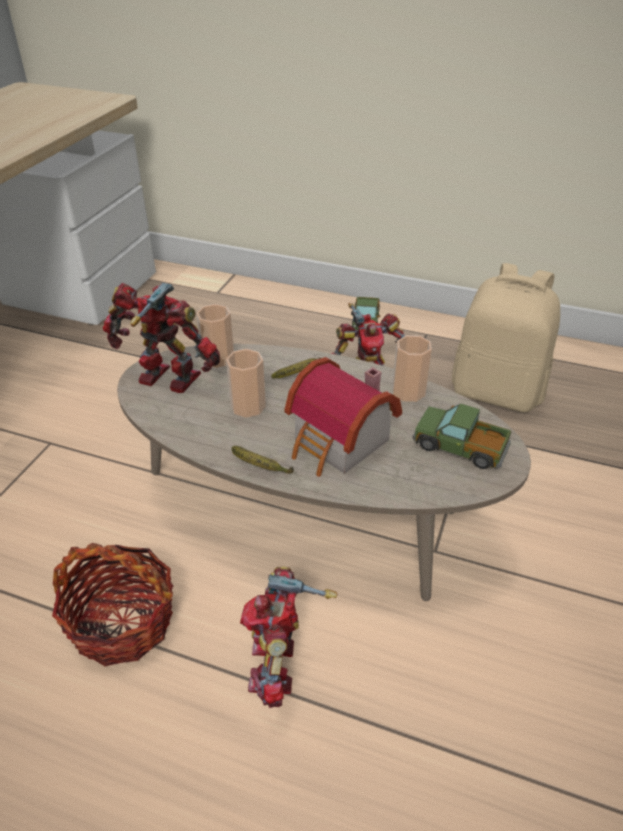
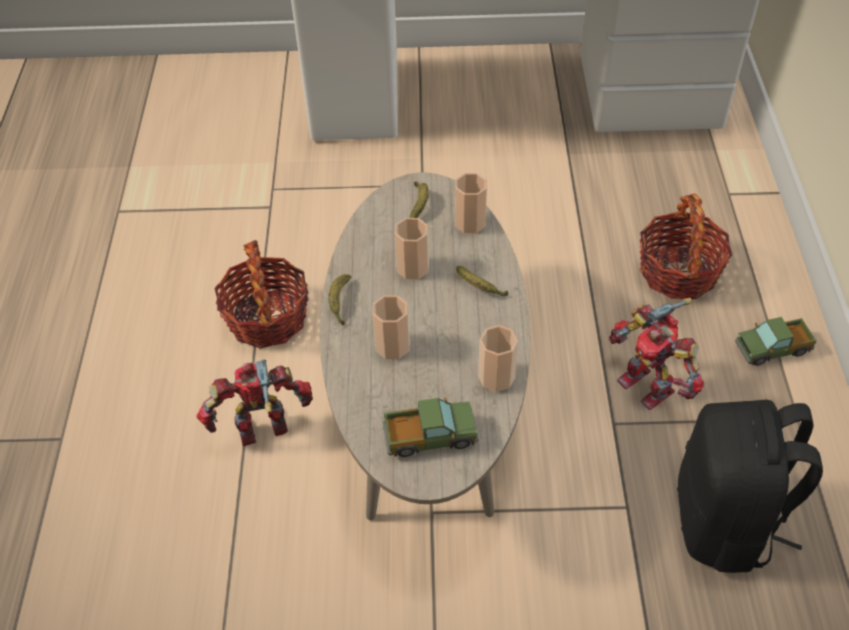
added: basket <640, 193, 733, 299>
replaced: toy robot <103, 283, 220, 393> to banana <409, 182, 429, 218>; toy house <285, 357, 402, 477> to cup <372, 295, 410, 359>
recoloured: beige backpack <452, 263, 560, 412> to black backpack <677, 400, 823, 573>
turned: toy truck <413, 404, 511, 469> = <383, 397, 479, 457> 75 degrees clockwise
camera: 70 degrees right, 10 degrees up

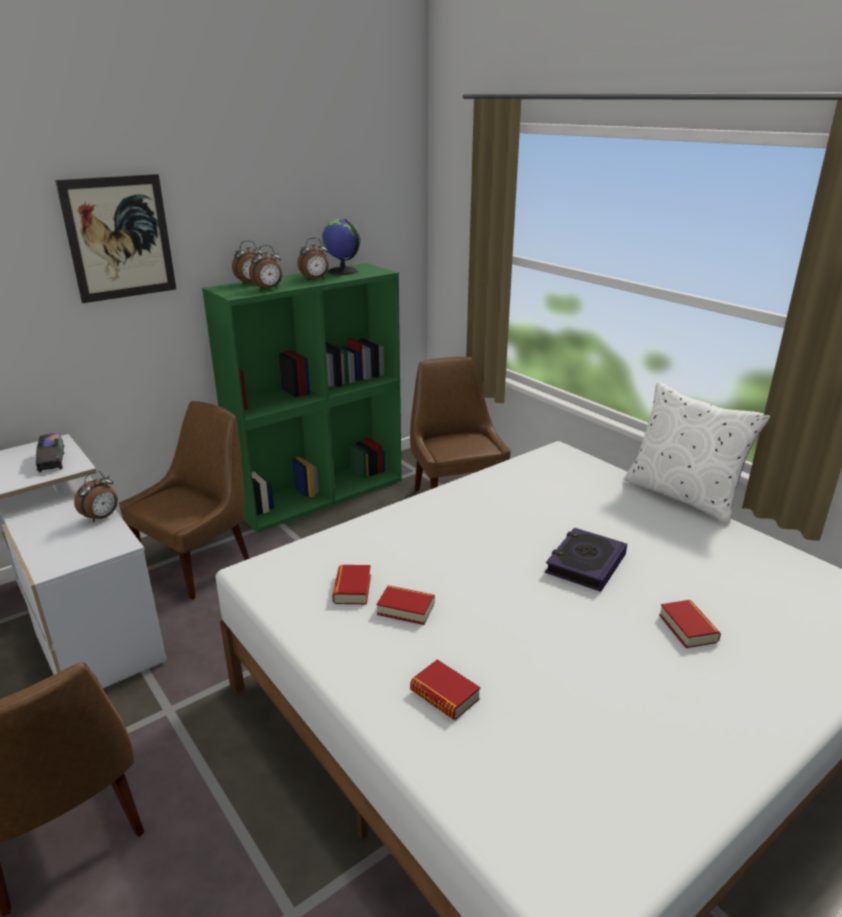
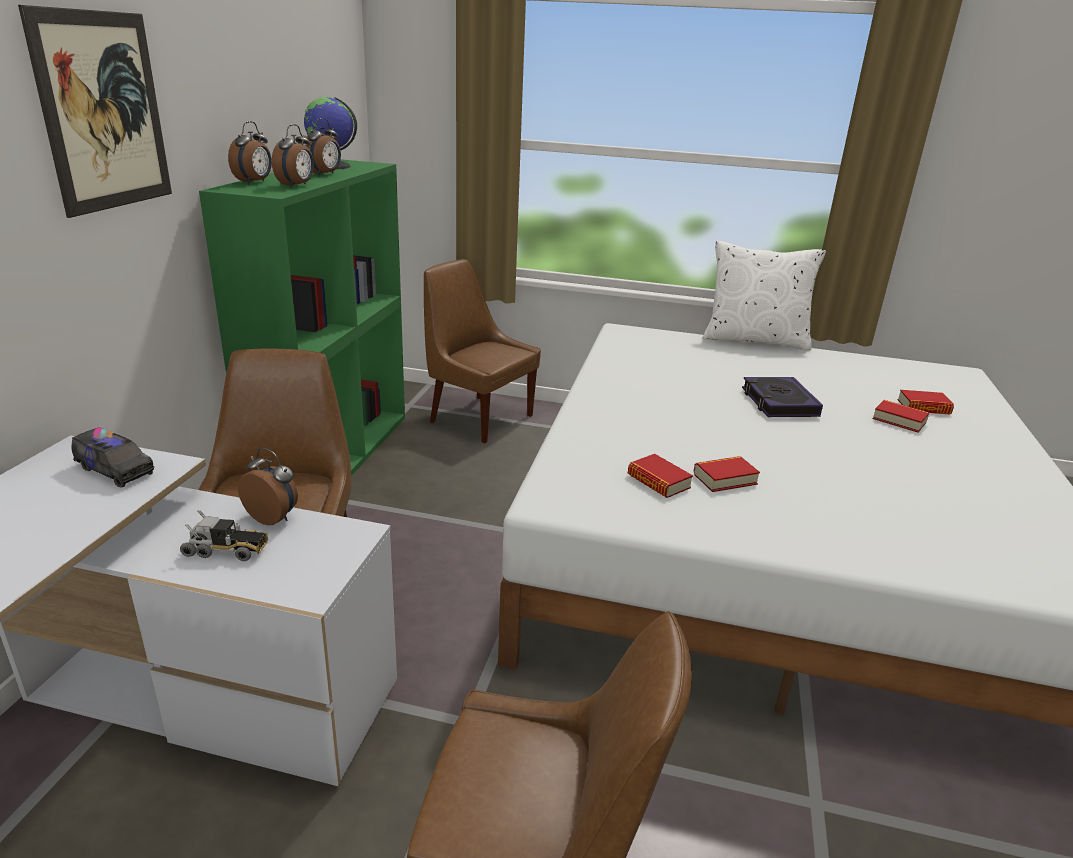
added: toy truck <180, 510, 268, 561>
moved: book <410, 659, 480, 720> to <898, 390, 954, 414>
turned: alarm clock <74, 471, 118, 523> = <238, 448, 298, 525> 60 degrees counterclockwise
camera: 40 degrees left, 0 degrees up

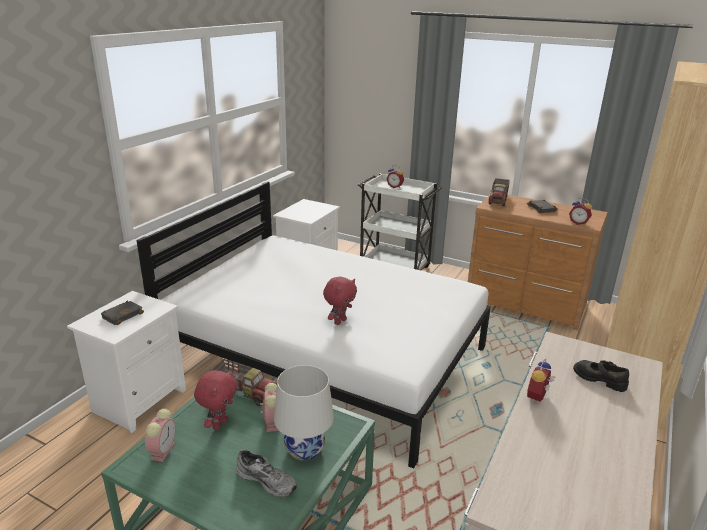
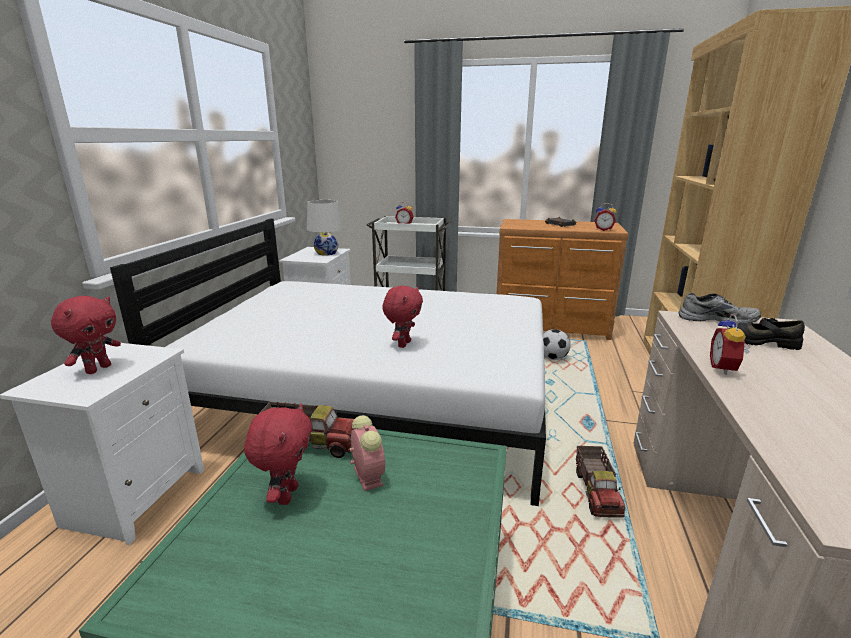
removed: alarm clock <145, 409, 176, 462>
added: football <543, 329, 571, 360>
moved: toy truck <489, 178, 510, 206> to <576, 446, 625, 518>; white table lamp <274, 365, 334, 461> to <307, 200, 343, 255>; grey shoe <236, 450, 297, 497> to <678, 293, 761, 324>
replaced: black book <101, 301, 144, 325> to red plush toy <51, 296, 121, 374>
camera: 15 degrees left, 5 degrees down

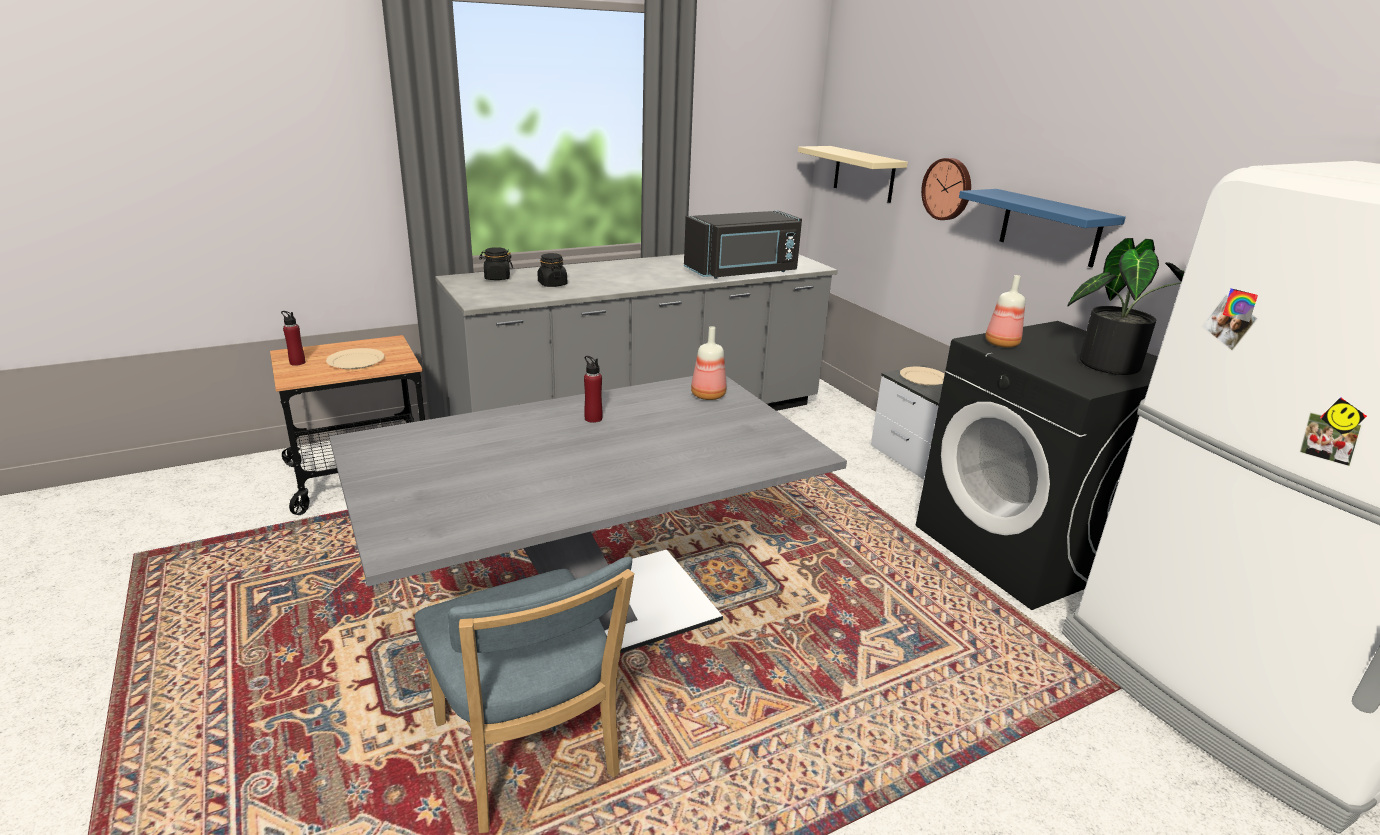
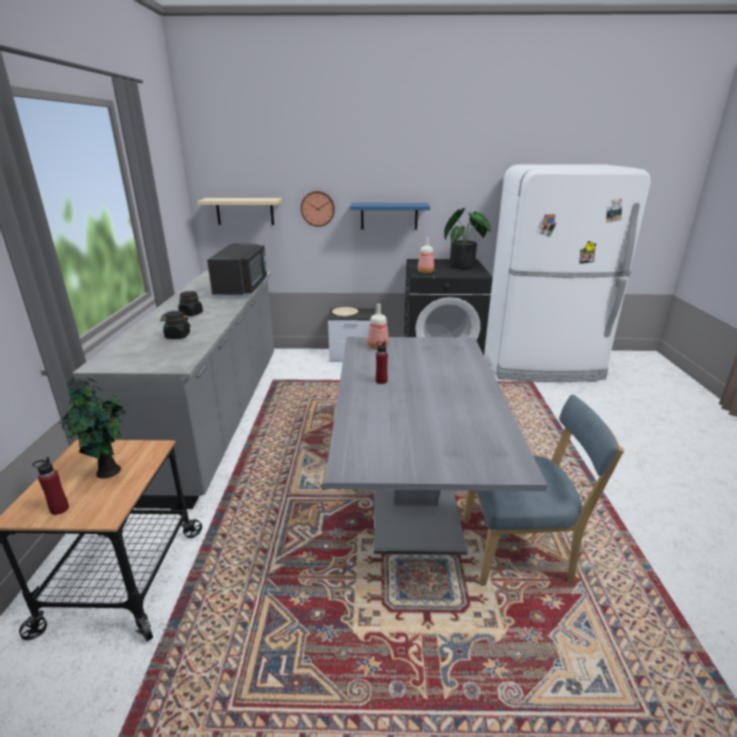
moved: black jar <479, 247, 513, 280> to <178, 291, 203, 316>
replaced: beige plate <326, 348, 385, 369> to potted plant <60, 377, 127, 479>
camera: 60 degrees left, 0 degrees up

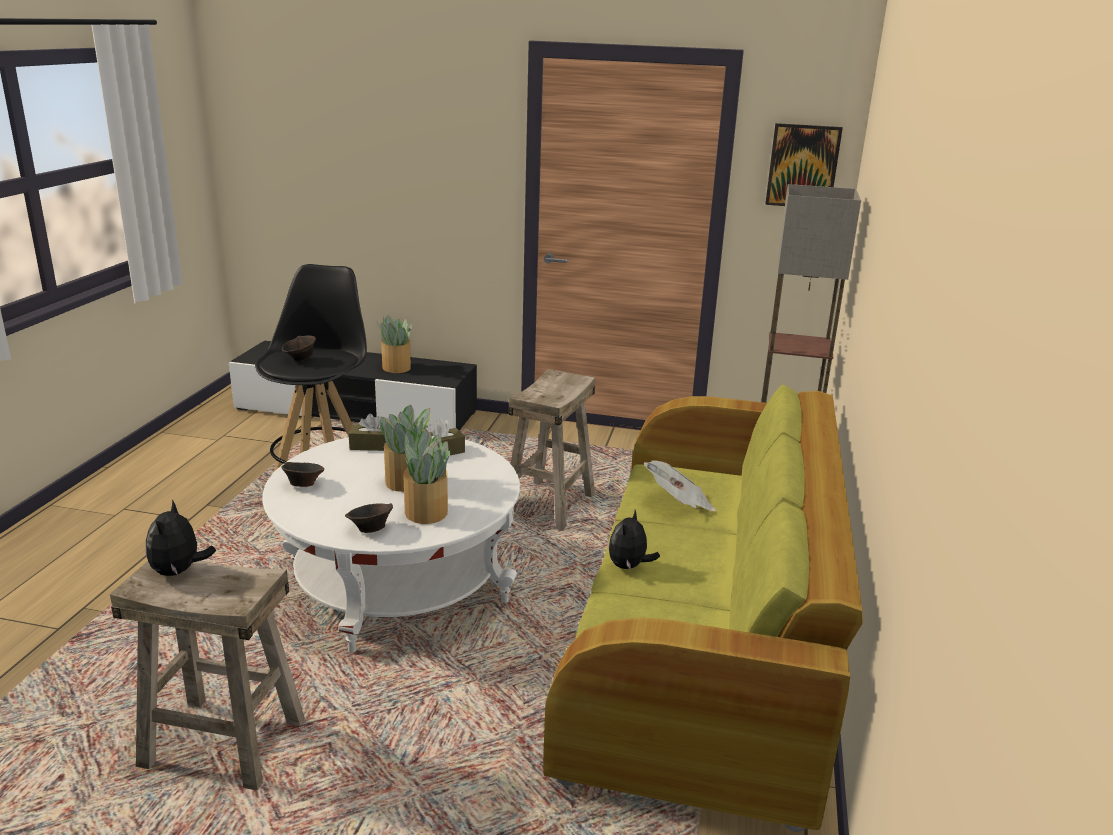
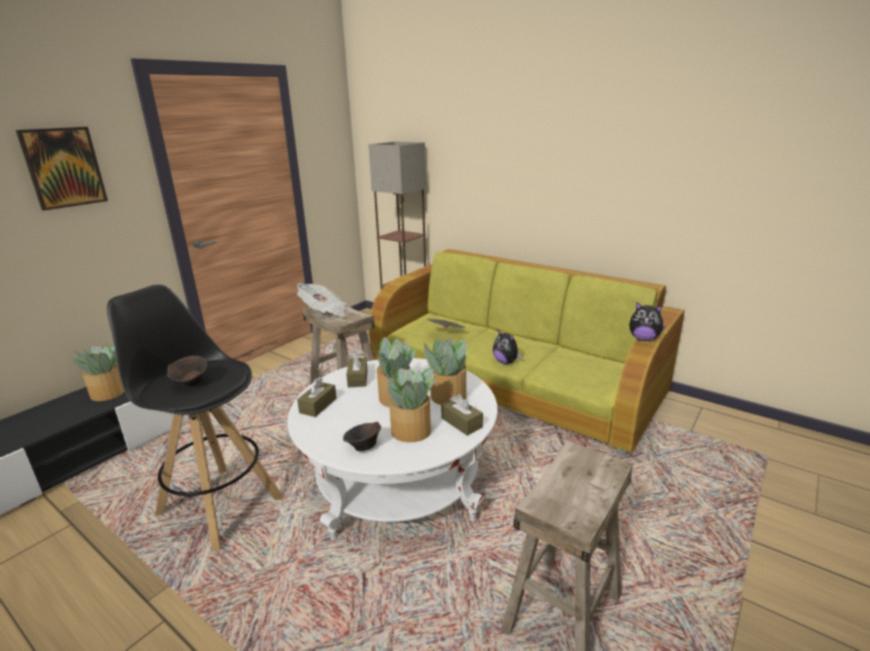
added: newspaper <297, 283, 347, 317>; potted plant <386, 368, 437, 442>
moved: picture <765, 123, 843, 206> to <16, 127, 108, 211>; plush toy <146, 500, 216, 576> to <629, 302, 666, 341>
replaced: brown bowl <345, 503, 393, 533> to brown tissue box <441, 394, 483, 436>
camera: 65 degrees left, 0 degrees up

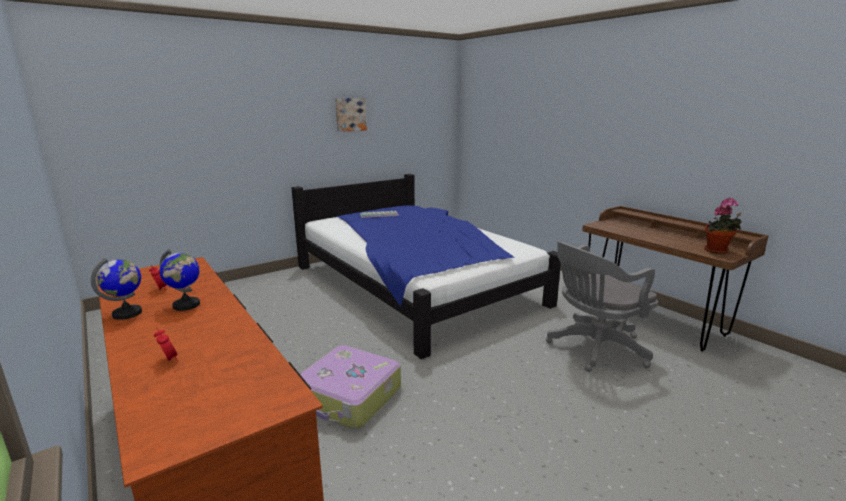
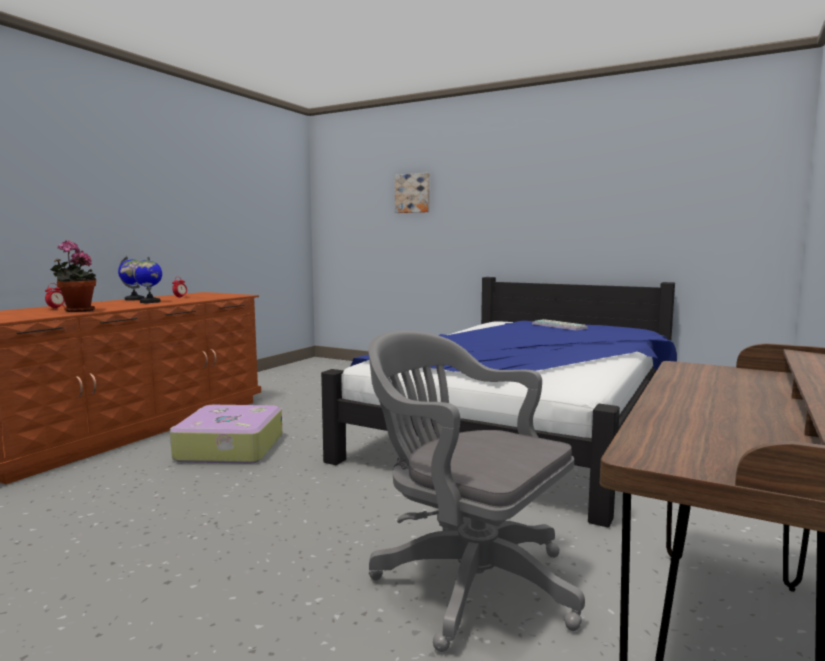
moved: picture <335, 98, 367, 132> to <395, 173, 430, 213>; potted plant <704, 198, 742, 254> to <50, 240, 96, 312>
camera: 65 degrees right, 10 degrees down

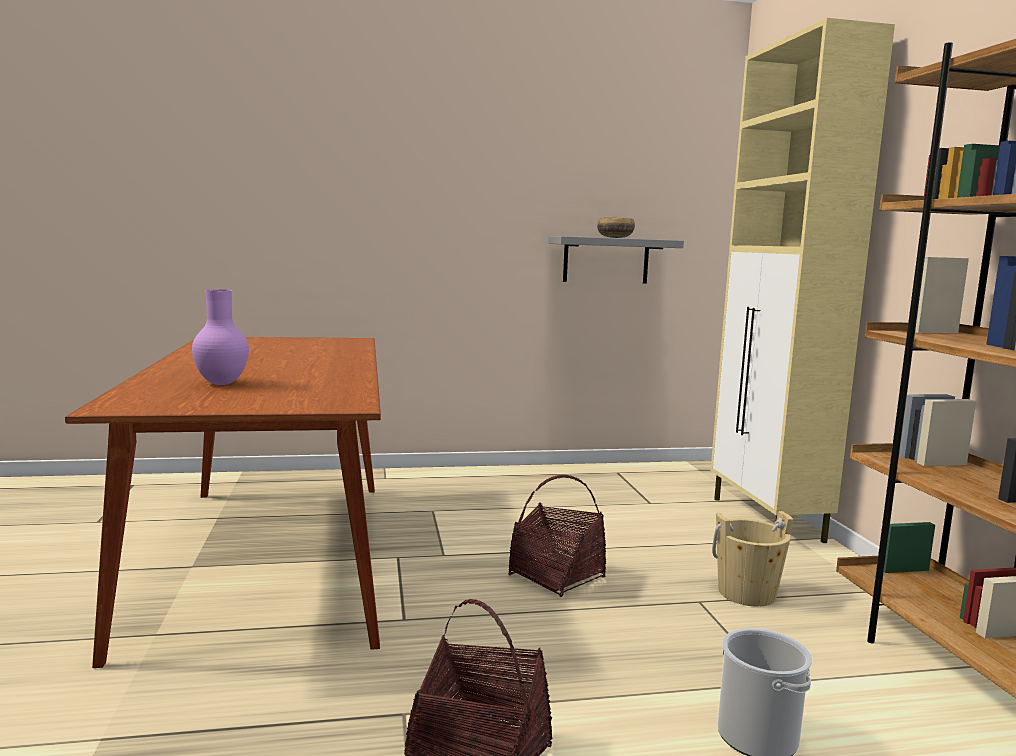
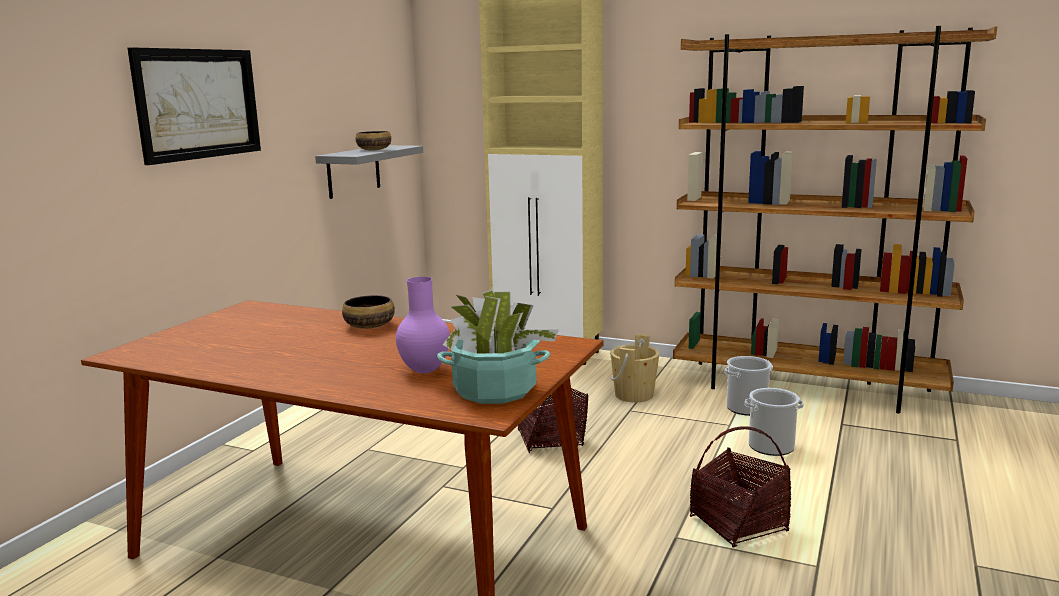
added: picture <127, 47, 261, 165>; potted plant <437, 289, 559, 404>; bowl <342, 295, 395, 329>; bucket <725, 356, 773, 416>
camera: 55 degrees left, 5 degrees up

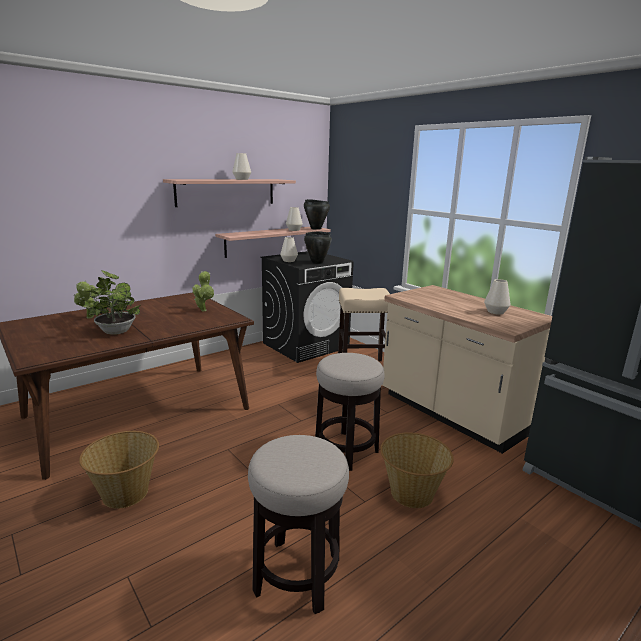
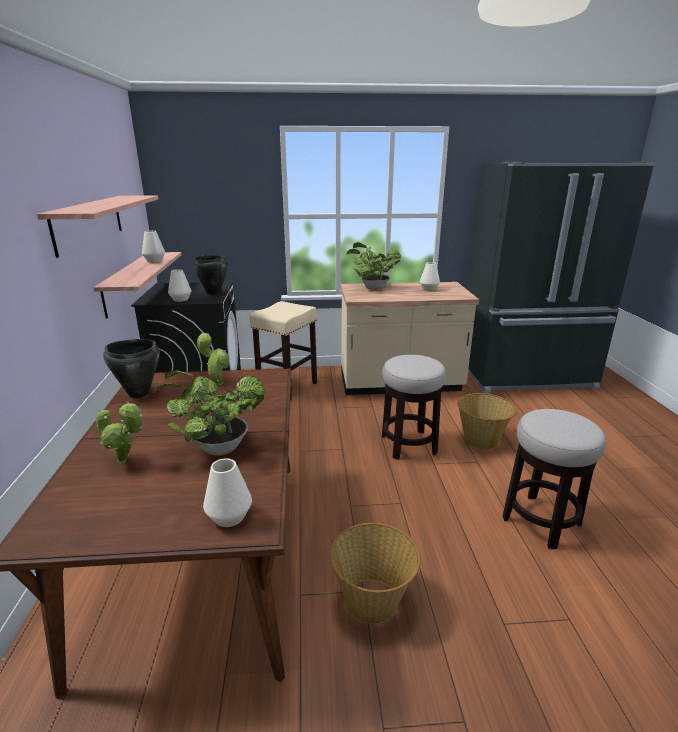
added: potted plant <346, 242, 401, 290>
moved: white vase <232, 153, 251, 180> to <203, 458, 252, 527>; black cooking pot <304, 199, 330, 230> to <103, 339, 160, 398>
camera: 55 degrees left, 5 degrees up

